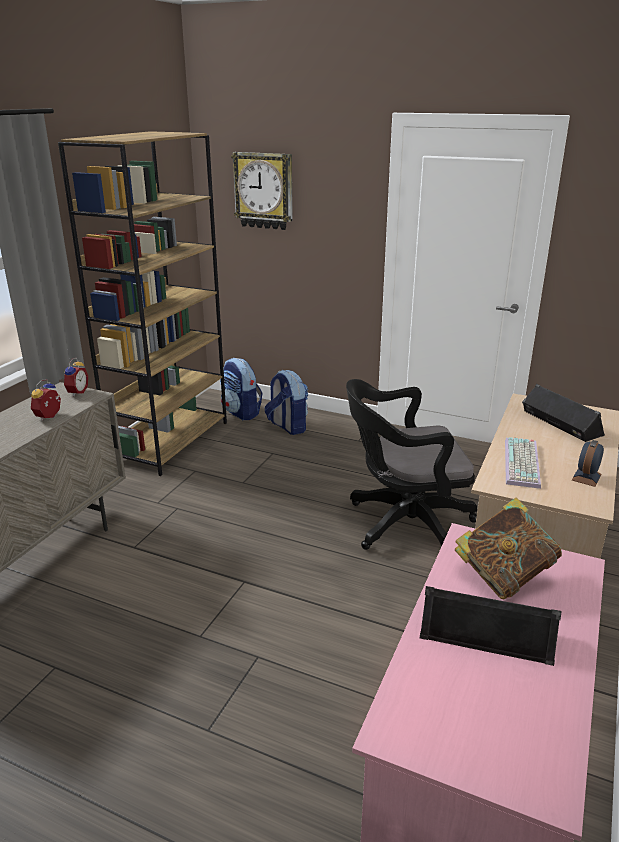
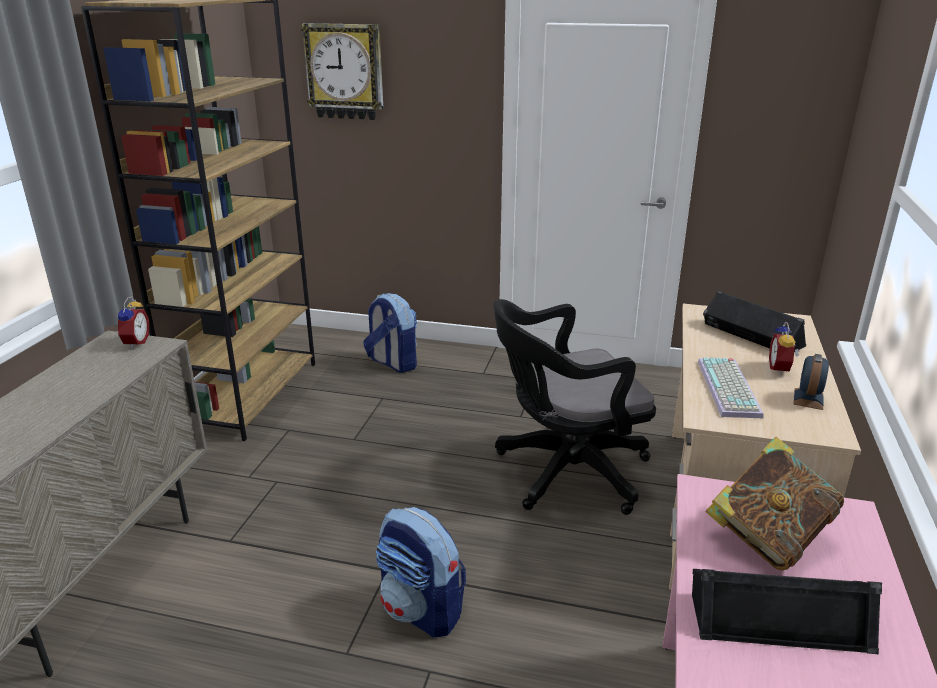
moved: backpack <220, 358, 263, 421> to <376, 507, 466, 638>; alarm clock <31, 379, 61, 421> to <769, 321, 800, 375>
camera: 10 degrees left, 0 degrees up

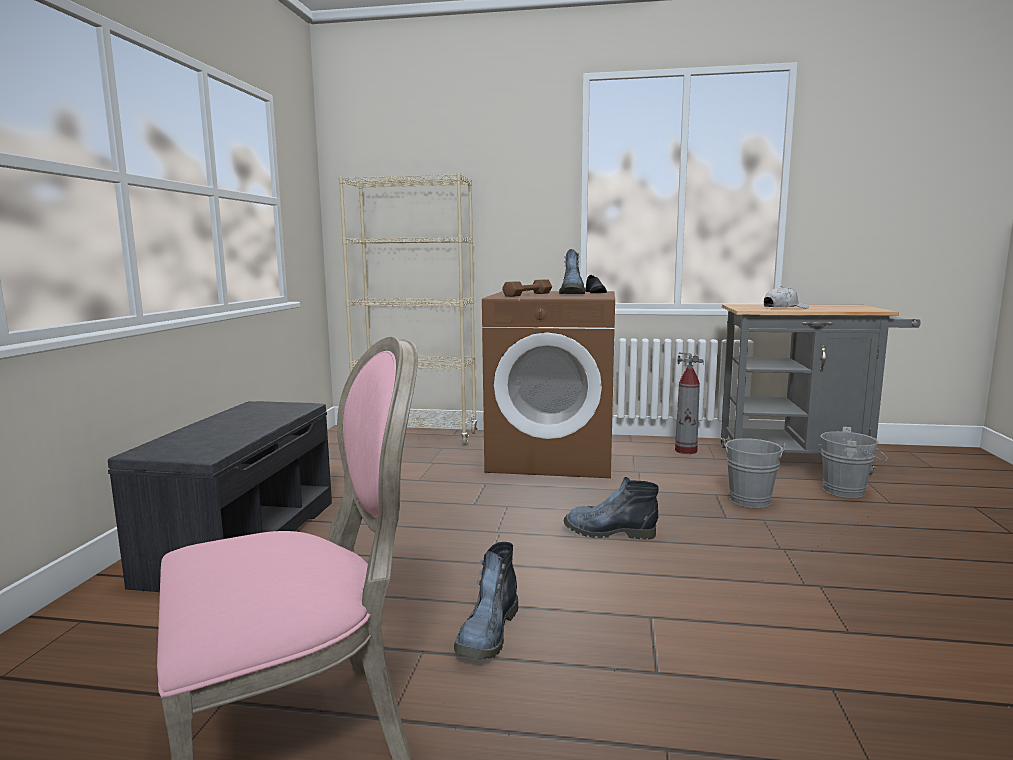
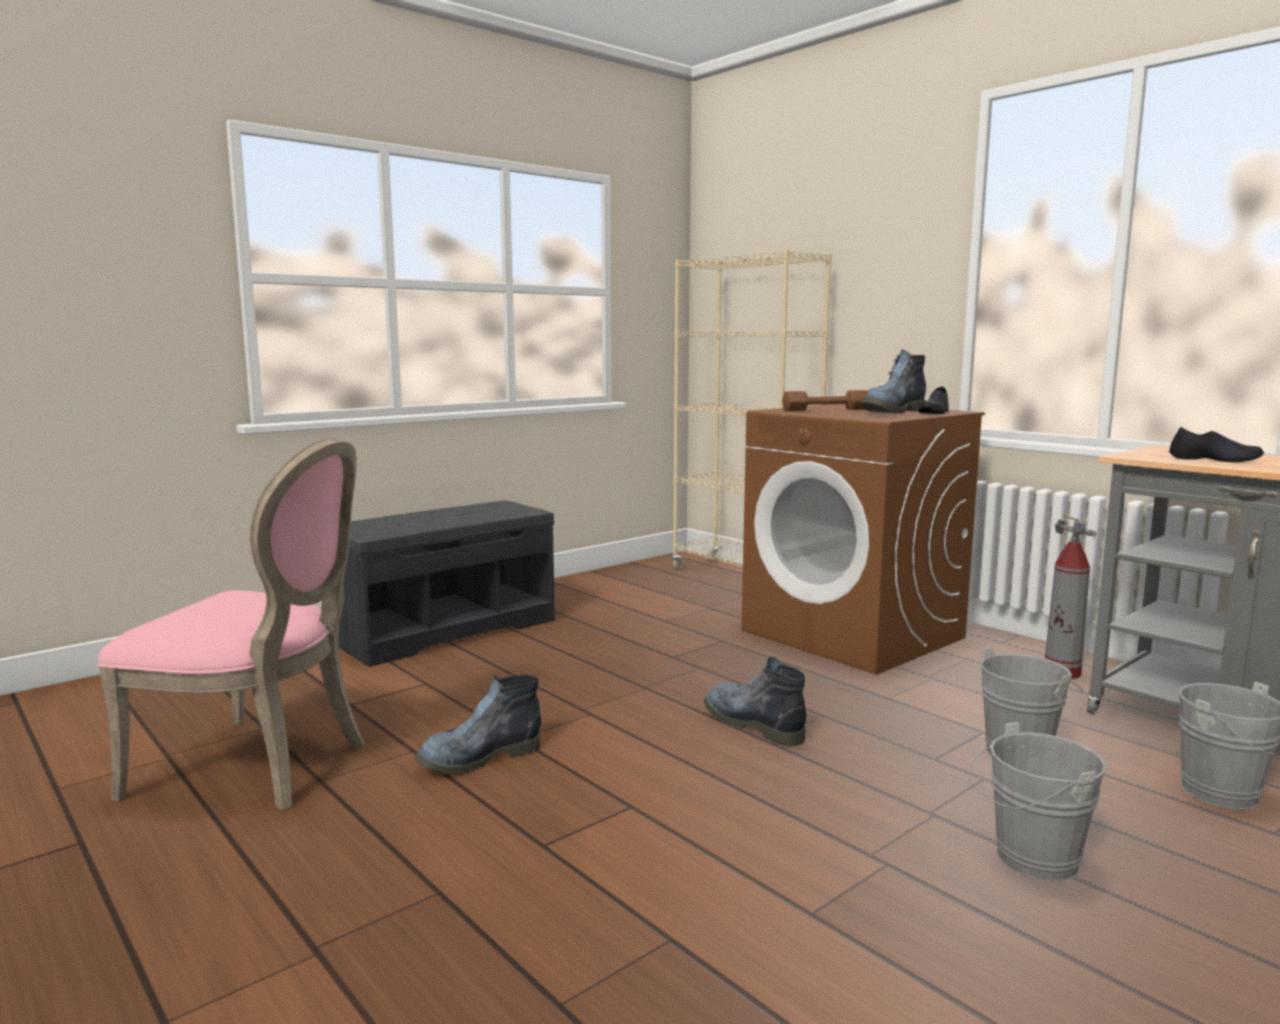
added: grey bucket <968, 722, 1107, 882>
replaced: white cap <764, 286, 809, 309> to black shoe <1169, 427, 1264, 462>
camera: 40 degrees right, 0 degrees up

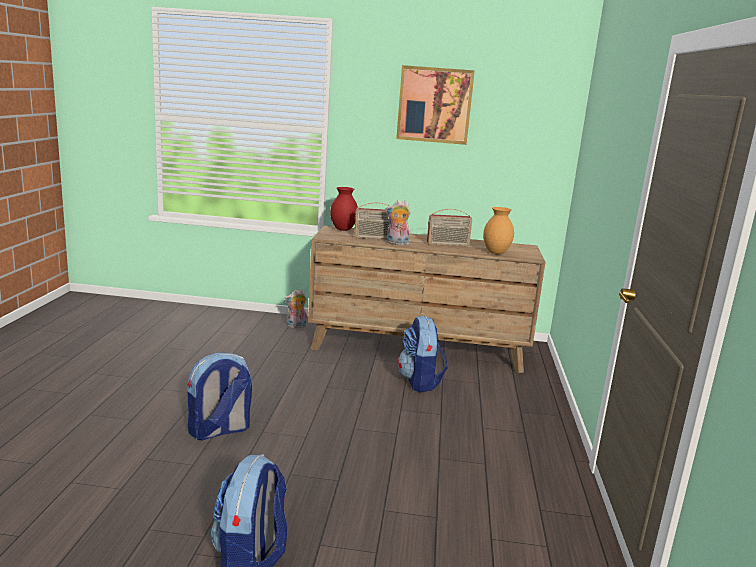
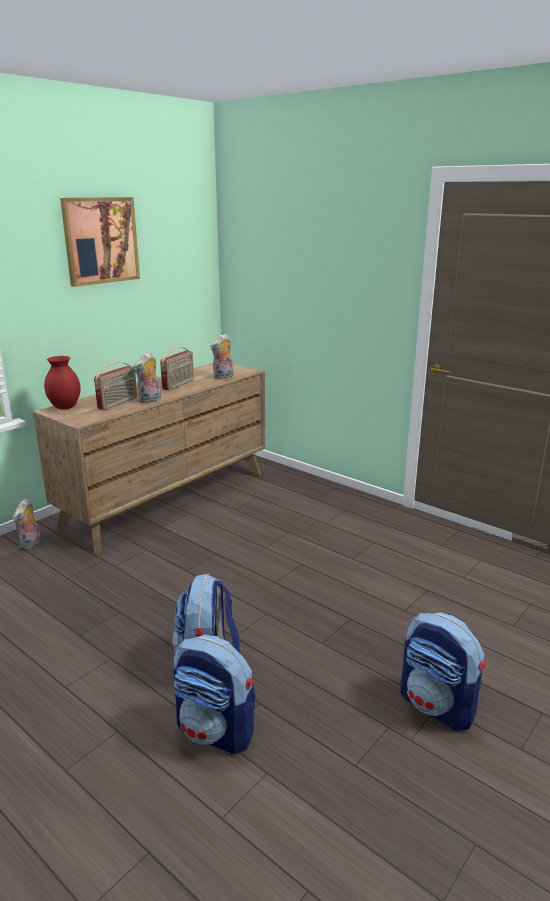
moved: backpack <398, 315, 448, 392> to <173, 635, 256, 754>
replaced: brown vase <483, 207, 514, 254> to plush toy <210, 334, 234, 379>
camera: 55 degrees left, 5 degrees up

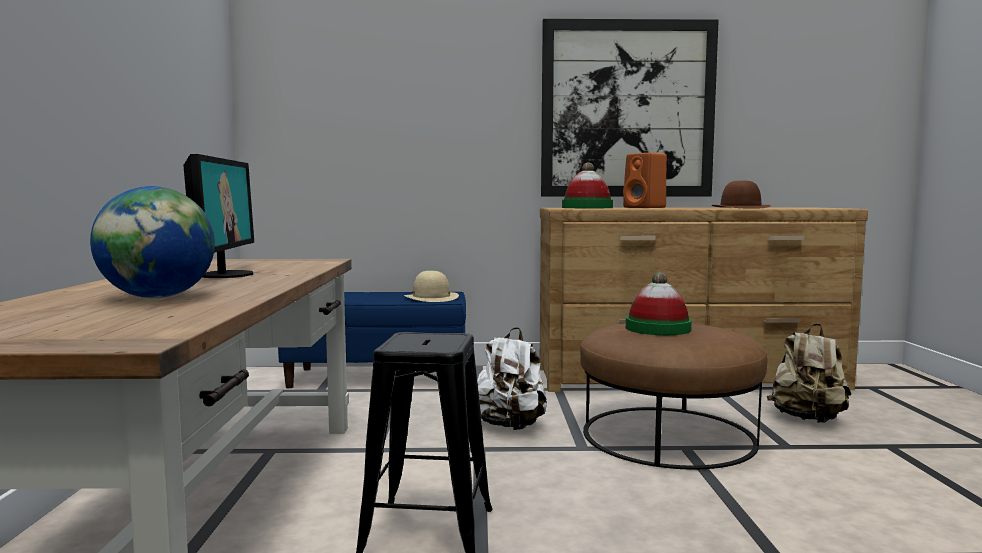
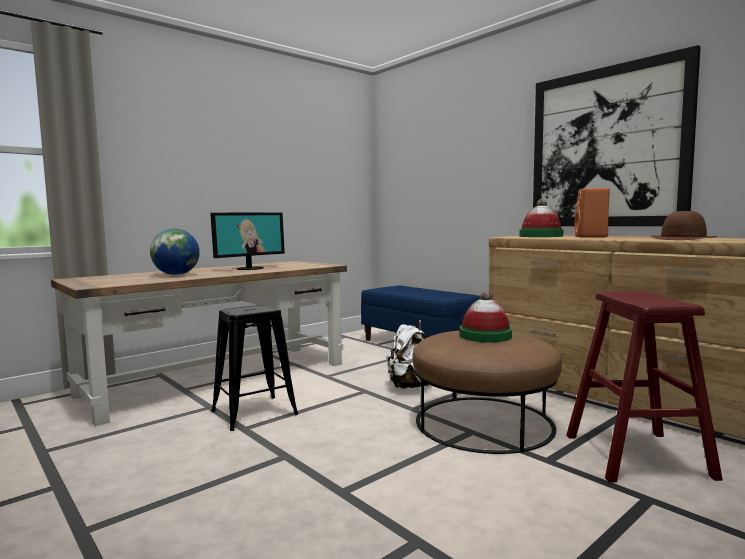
removed: beige hat <404, 271, 459, 302>
replaced: beige backpack <767, 324, 851, 423> to red stool <567, 291, 723, 482>
camera: 50 degrees right, 0 degrees up

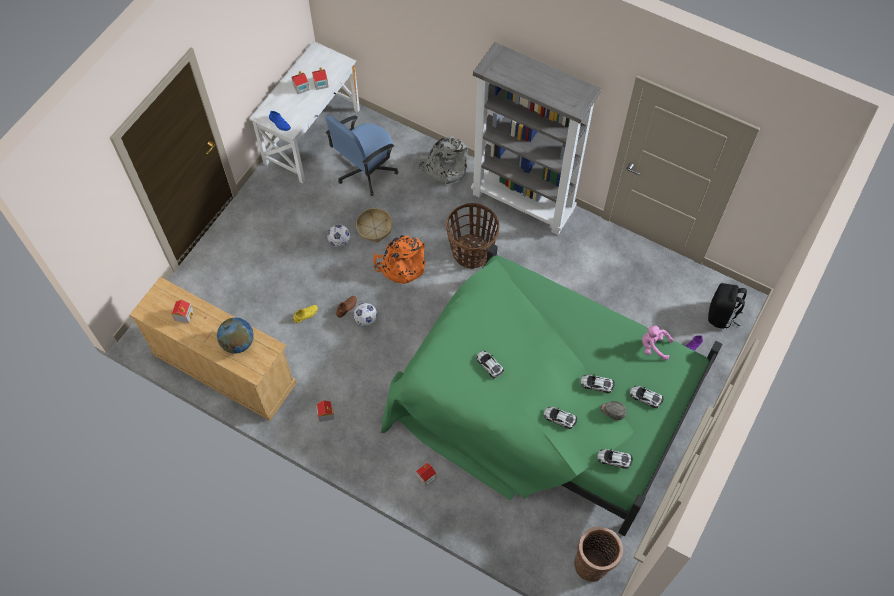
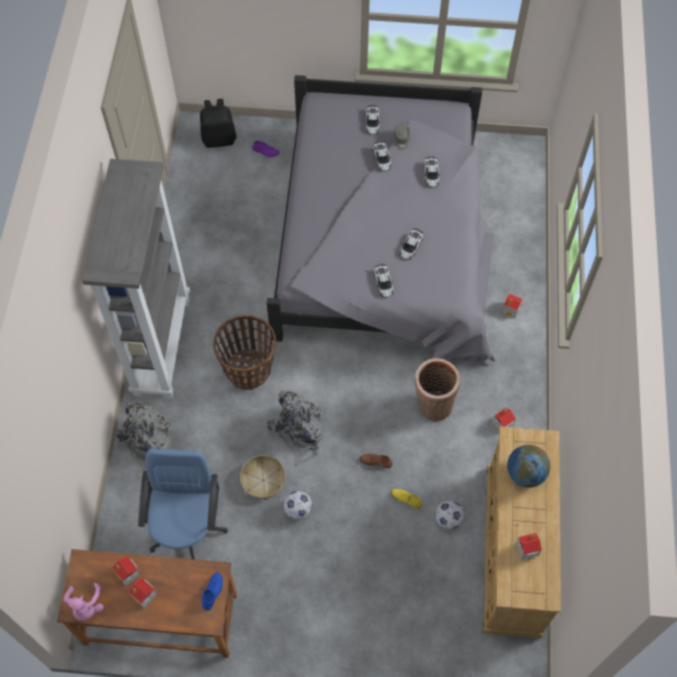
moved: football <354, 303, 377, 327> to <435, 501, 464, 530>; pink plush toy <642, 326, 674, 361> to <64, 583, 103, 621>; toy car <597, 449, 633, 469> to <374, 264, 394, 298>; basket <575, 527, 623, 582> to <415, 358, 460, 421>
recoloured: white desk <249, 41, 360, 183> to brown desk <57, 549, 237, 658>; orange backpack <374, 235, 425, 285> to grey backpack <267, 391, 324, 465>; green bed <381, 244, 723, 536> to grey bed <267, 75, 495, 372>
turned: blue office chair <325, 115, 398, 196> = <138, 449, 228, 560> 105 degrees counterclockwise
camera: 115 degrees left, 0 degrees up

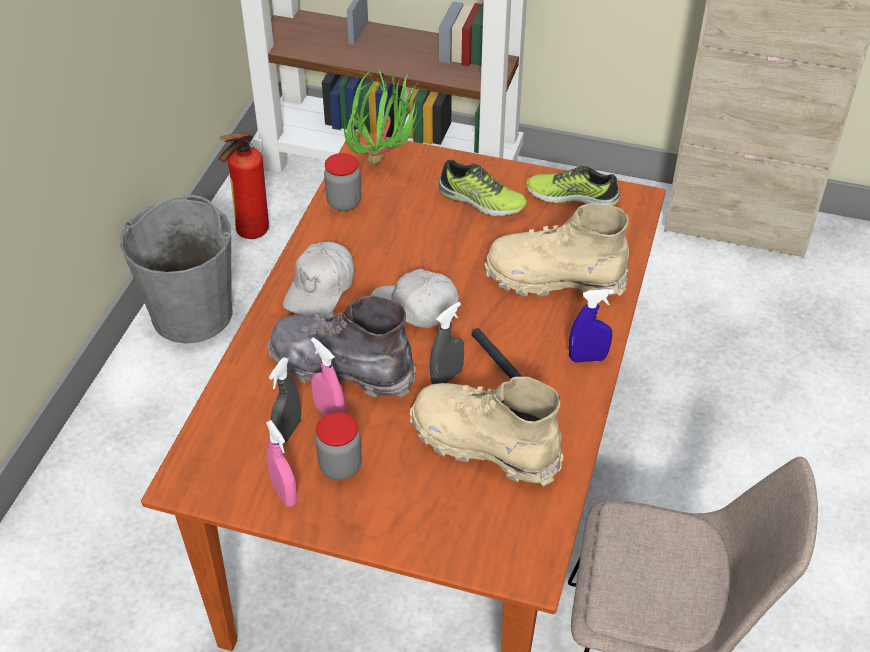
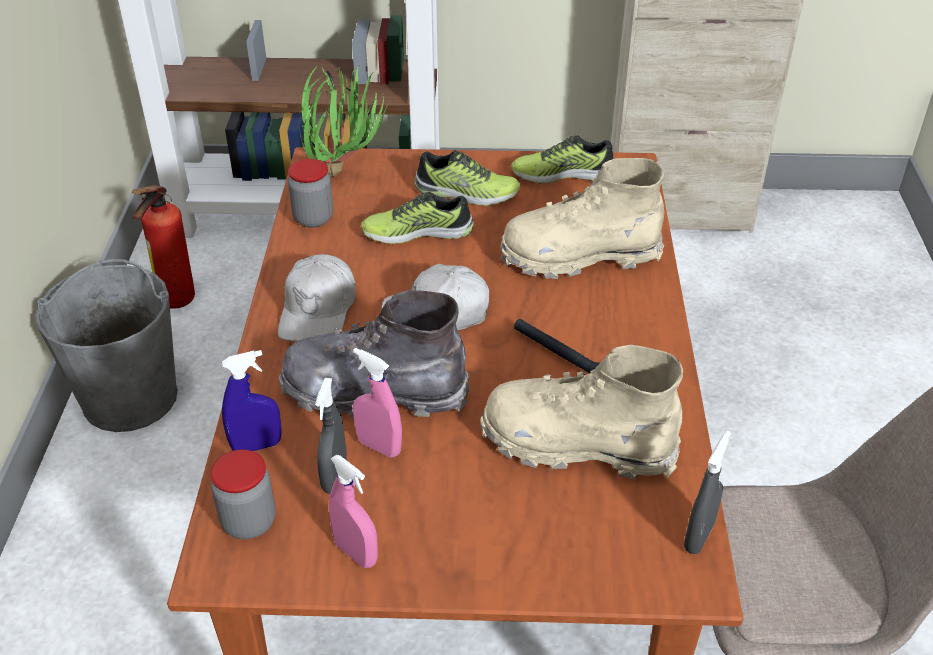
added: shoe <361, 192, 474, 244>
moved: blue spray bottle <569, 289, 614, 362> to <222, 350, 282, 451>; grey spray bottle <430, 302, 464, 384> to <684, 431, 731, 554>; jar <315, 412, 362, 480> to <210, 449, 276, 539>
camera: 15 degrees left, 5 degrees down

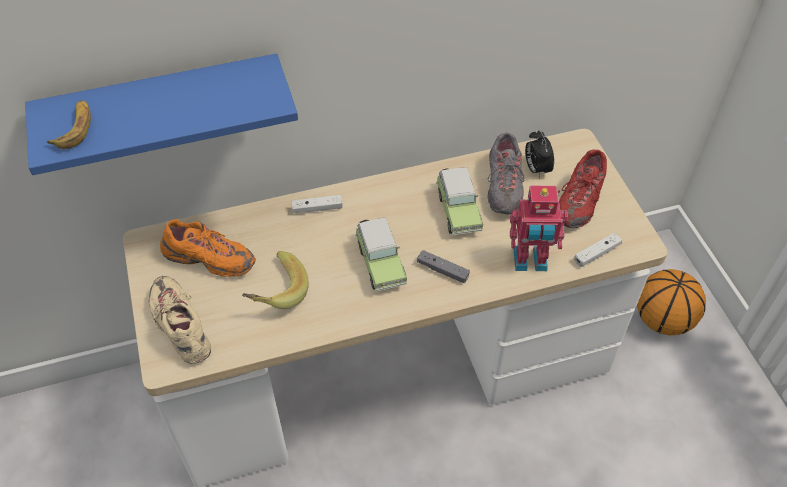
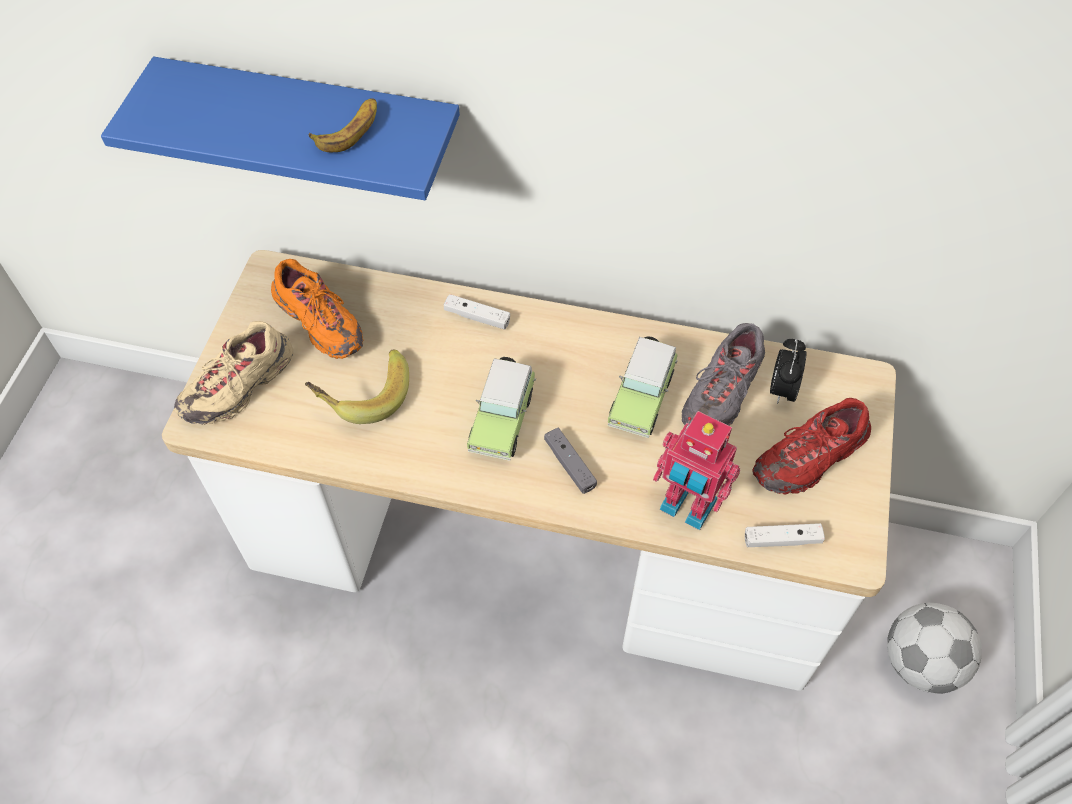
moved: banana <47, 101, 91, 149> to <309, 99, 377, 152>
replaced: basketball <637, 269, 706, 335> to football <887, 603, 982, 693>
turned: beige shoe <149, 276, 211, 364> = <174, 321, 293, 425> 135 degrees counterclockwise
camera: 30 degrees right, 5 degrees up

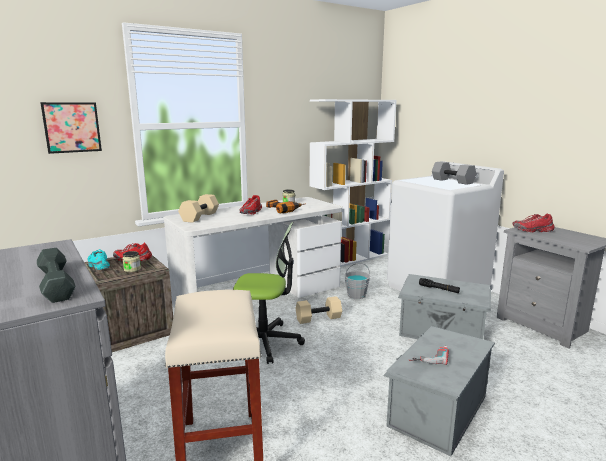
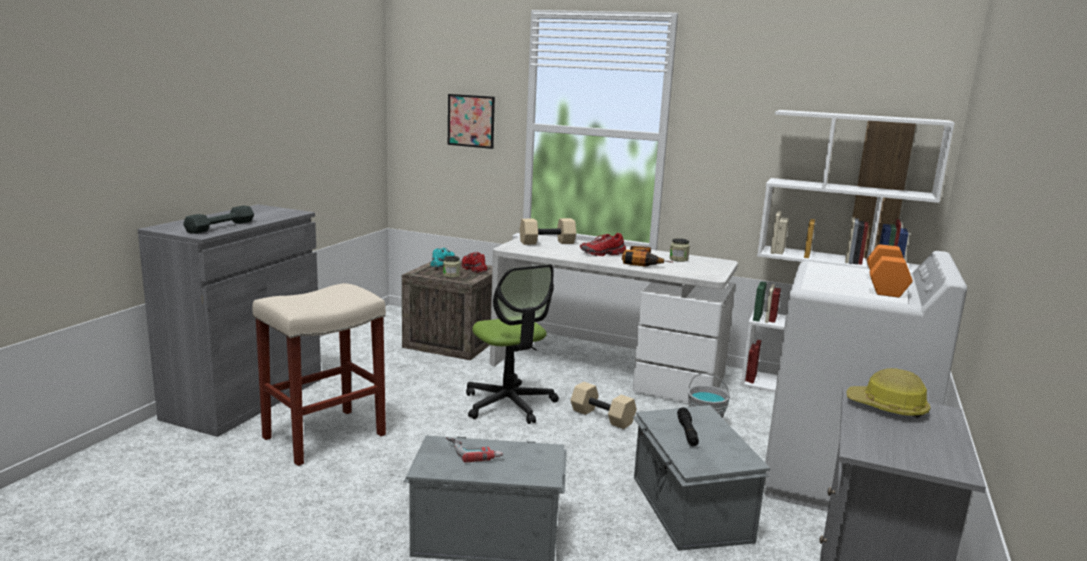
replaced: red shoe <512, 214, 555, 232> to hard hat <847, 368, 931, 418>
recoloured: grey dumbbell <432, 161, 476, 185> to orange dumbbell <867, 244, 913, 297>
camera: 55 degrees right, 0 degrees up

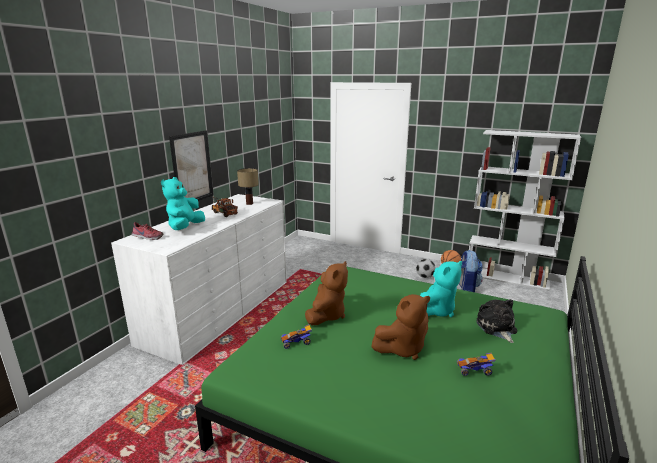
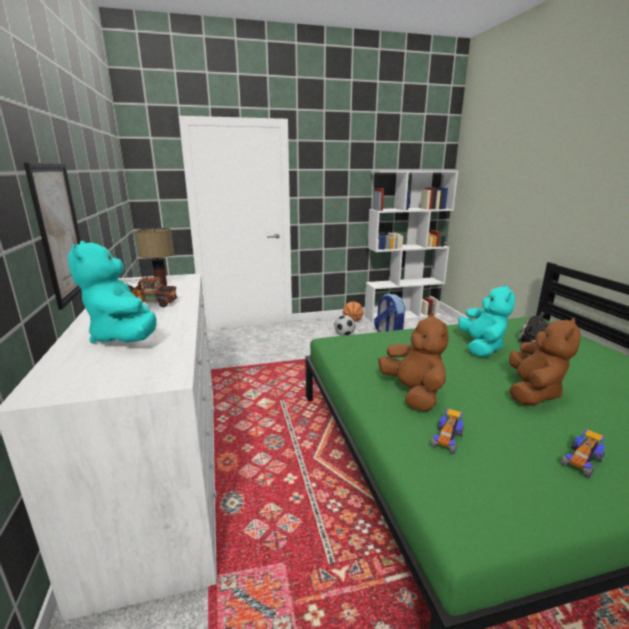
removed: shoe <132, 222, 163, 240>
moved: toy car <457, 353, 495, 376> to <561, 428, 605, 478>
camera: 40 degrees left, 0 degrees up

